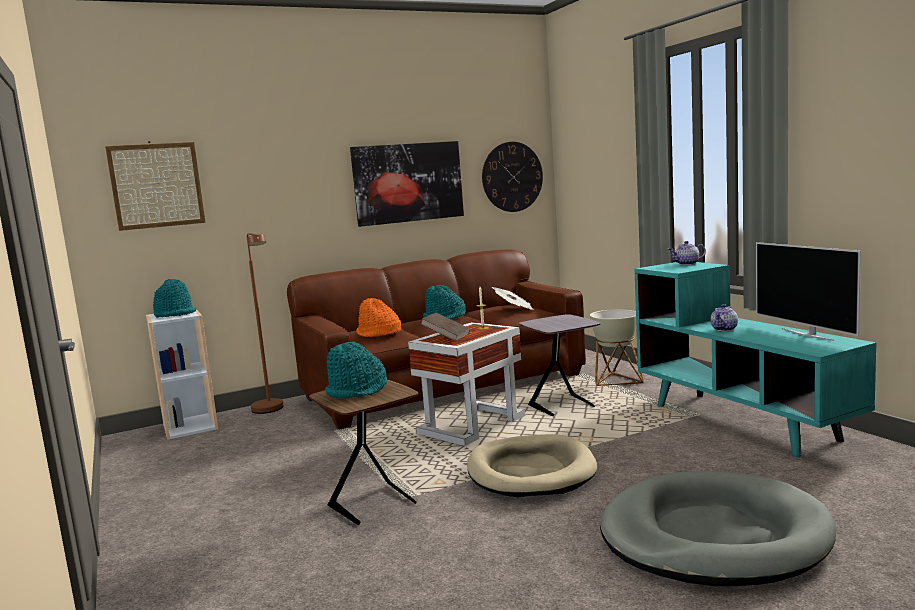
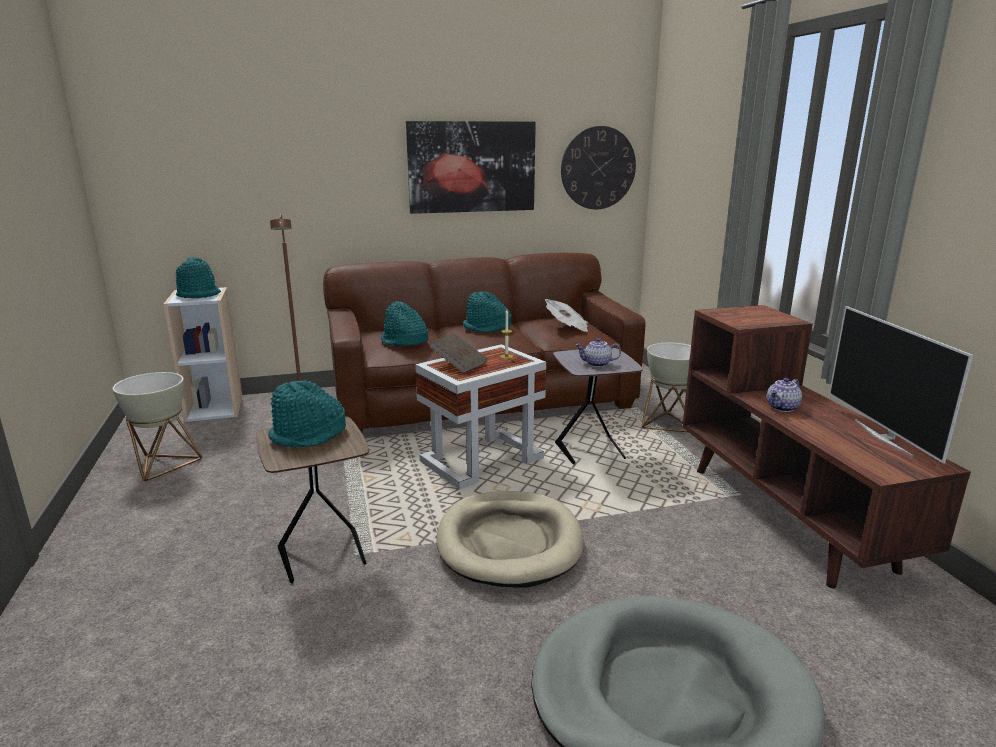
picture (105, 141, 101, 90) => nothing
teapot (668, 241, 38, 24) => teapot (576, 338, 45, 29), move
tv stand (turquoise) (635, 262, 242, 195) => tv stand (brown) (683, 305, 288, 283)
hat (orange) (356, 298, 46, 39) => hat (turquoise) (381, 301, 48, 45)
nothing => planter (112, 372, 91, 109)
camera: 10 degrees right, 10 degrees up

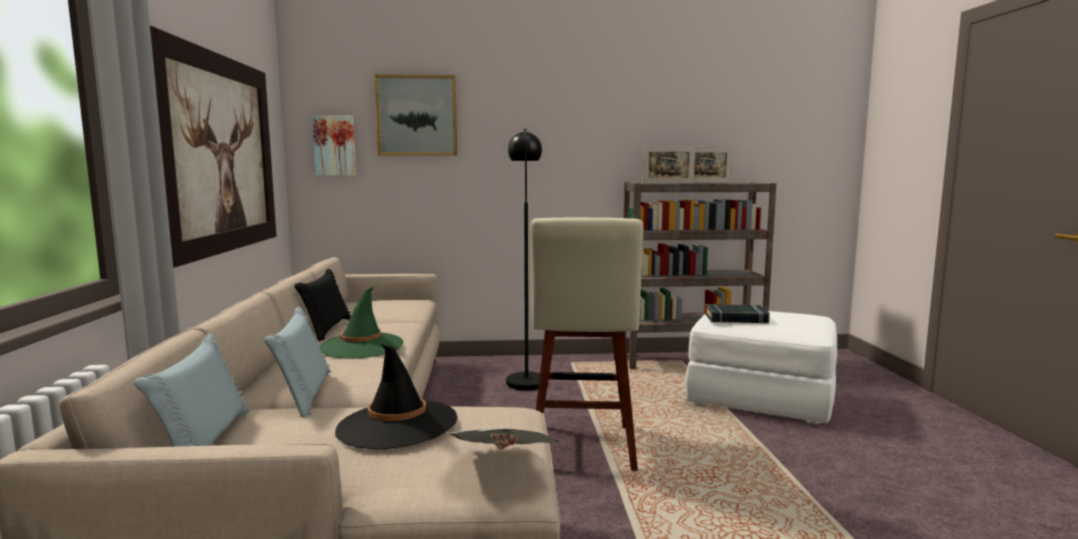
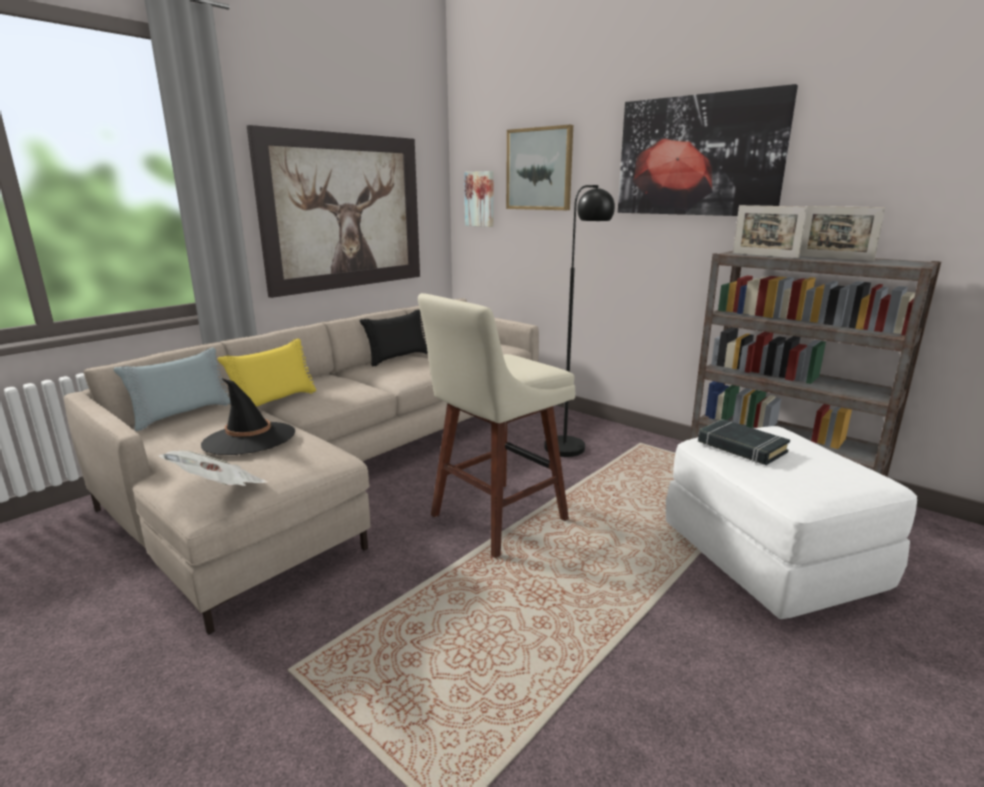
hat (green) (319, 287, 84, 72) => nothing
pillow (blue) (264, 307, 67, 111) => pillow (yellow) (218, 338, 98, 69)
nothing => picture (618, 84, 180, 132)
camera: 45 degrees right, 10 degrees up

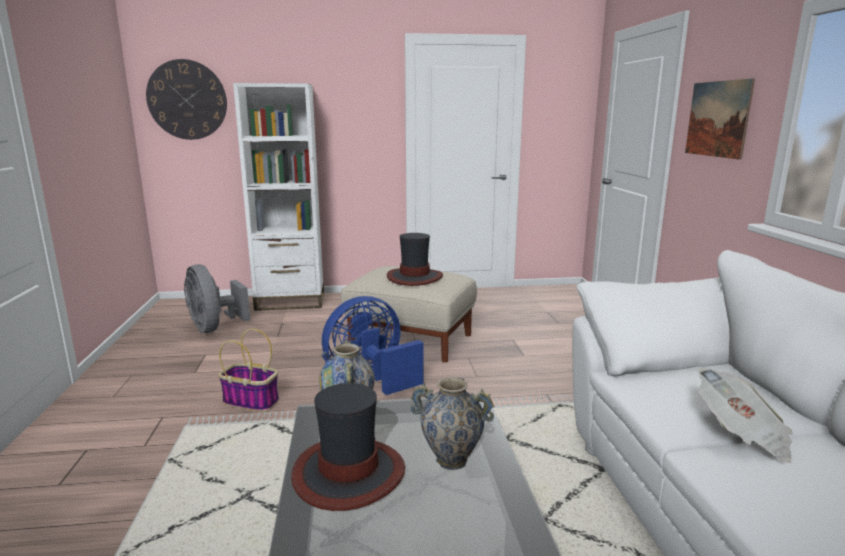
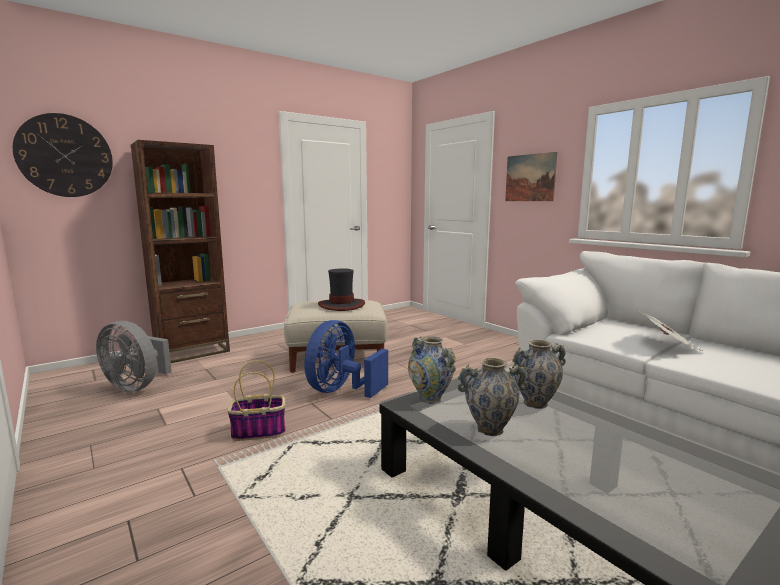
bookcase (white) (233, 83, 91, 228) => bookcase (brown) (131, 140, 99, 223)
hat (291, 383, 114, 128) => vase (458, 358, 70, 78)
camera: 30 degrees left, 5 degrees down

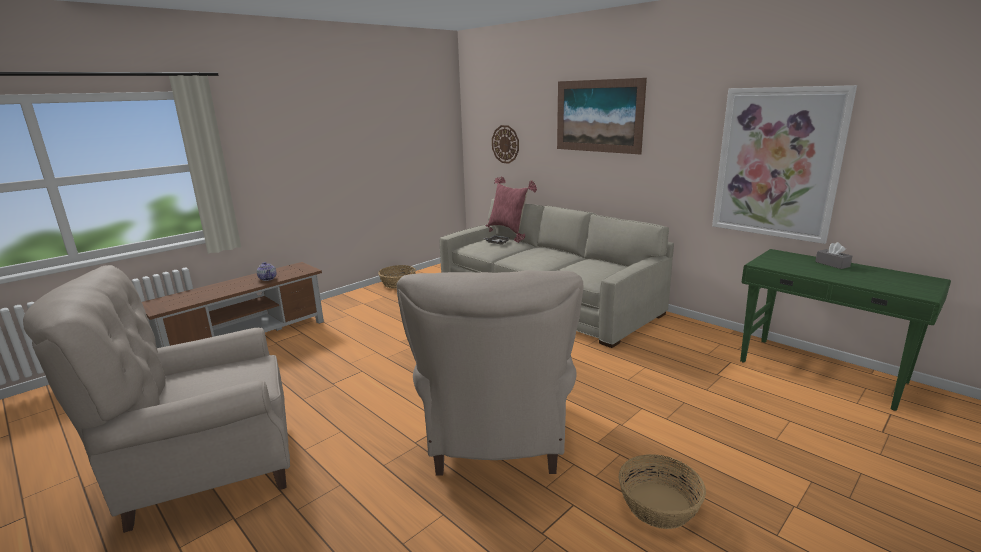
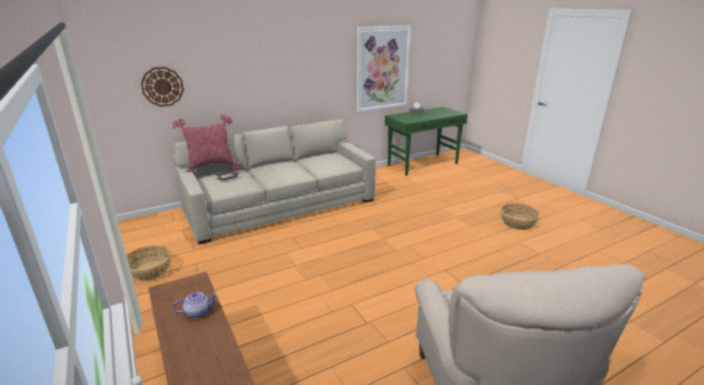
picture (557, 78, 90, 76) => nothing
armchair (beige) (397, 270, 187, 206) => nothing
camera: 75 degrees left, 5 degrees up

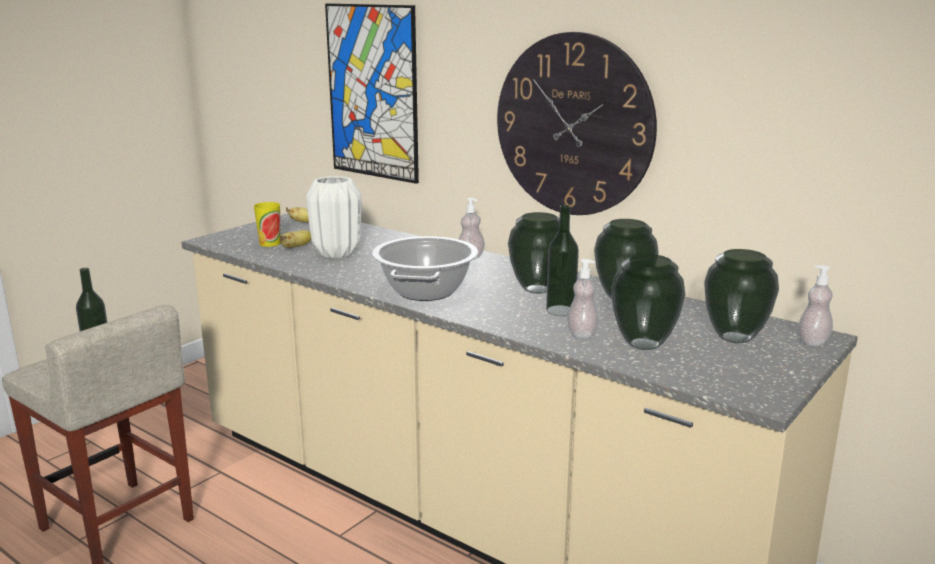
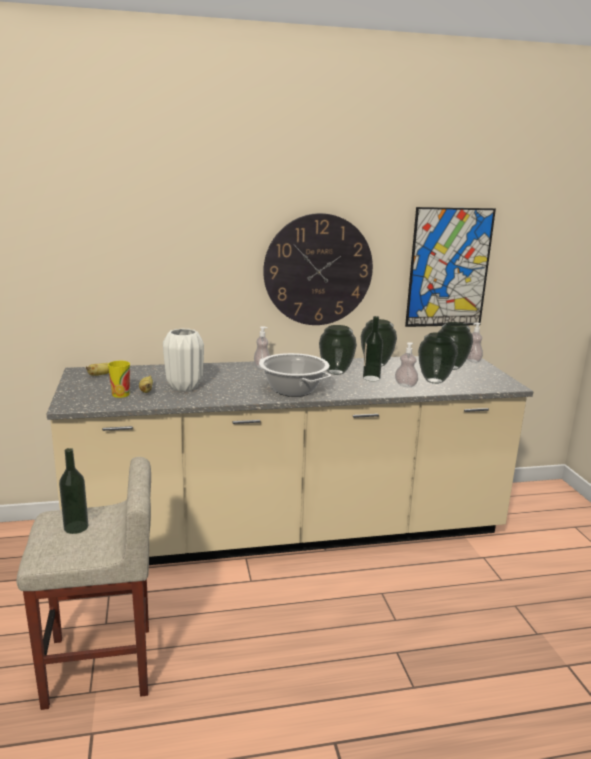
picture (325, 3, 94, 181) => picture (405, 207, 91, 120), move
camera: 50 degrees left, 0 degrees up

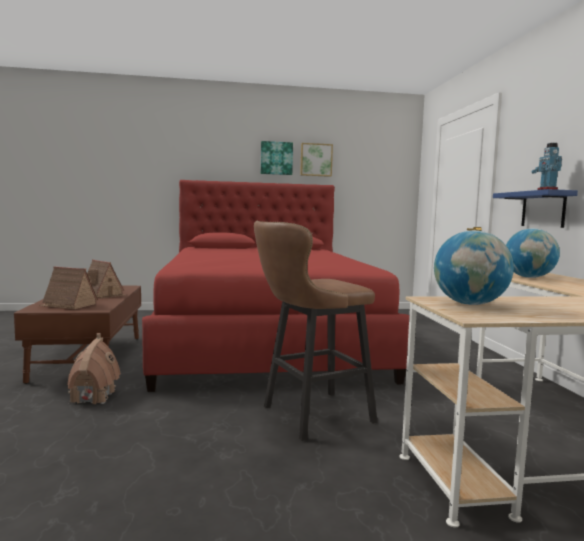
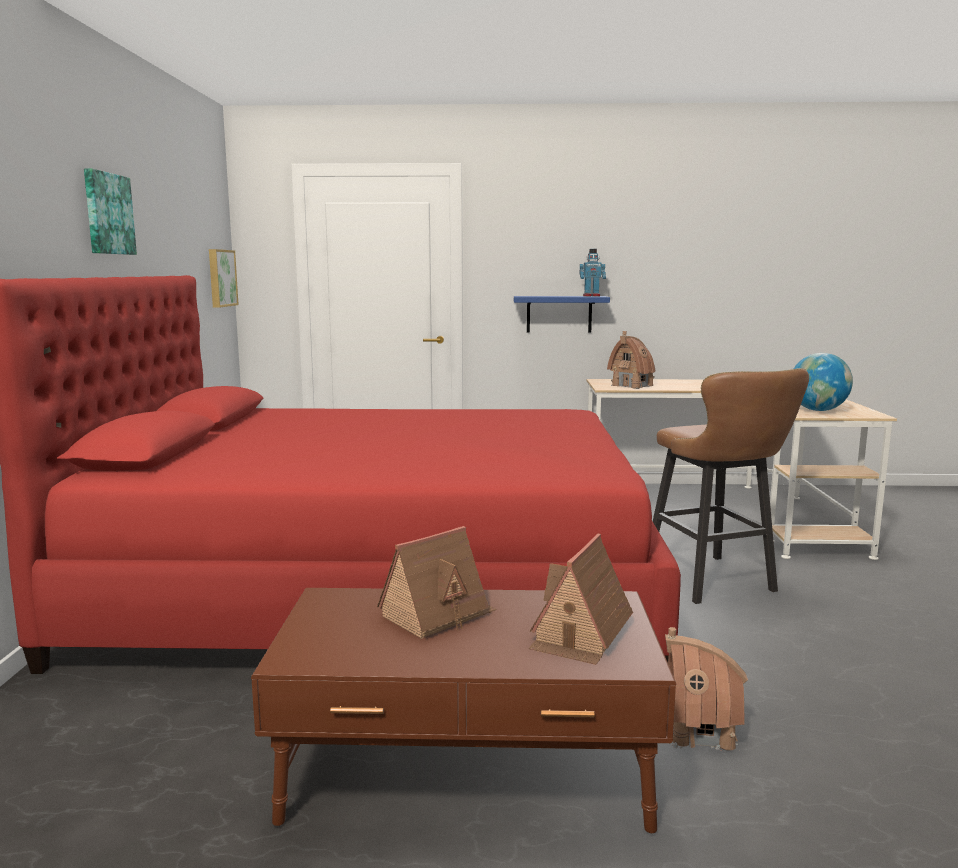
picture (300, 143, 33, 34) => picture (209, 249, 30, 59), move
globe (506, 228, 54, 50) => toy house (607, 331, 49, 58)
camera: 80 degrees left, 5 degrees up

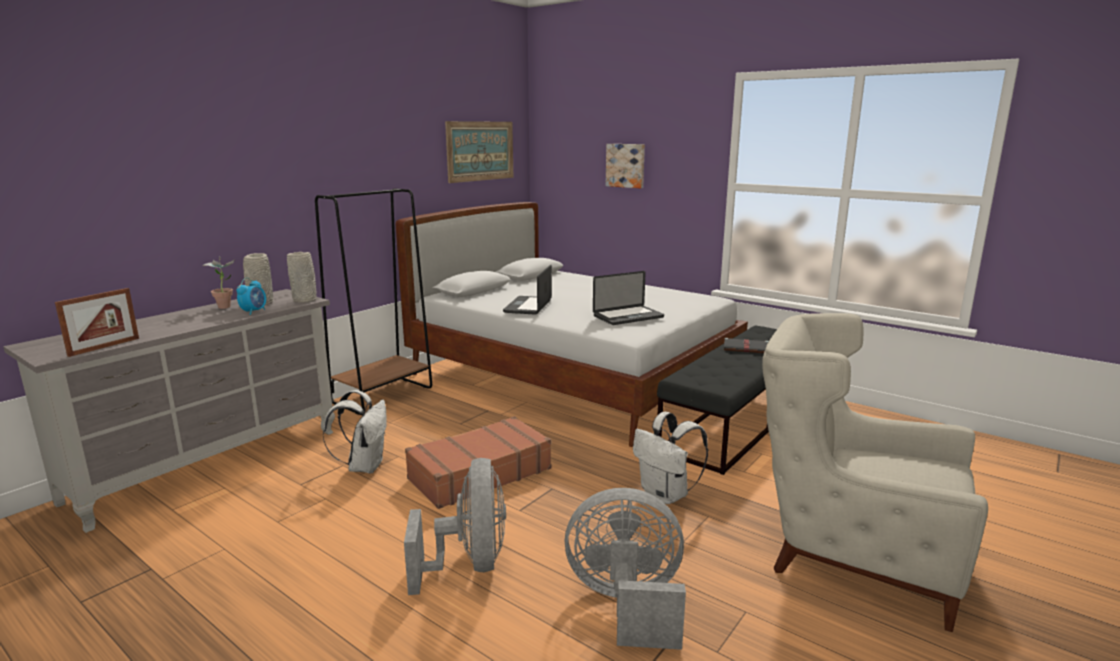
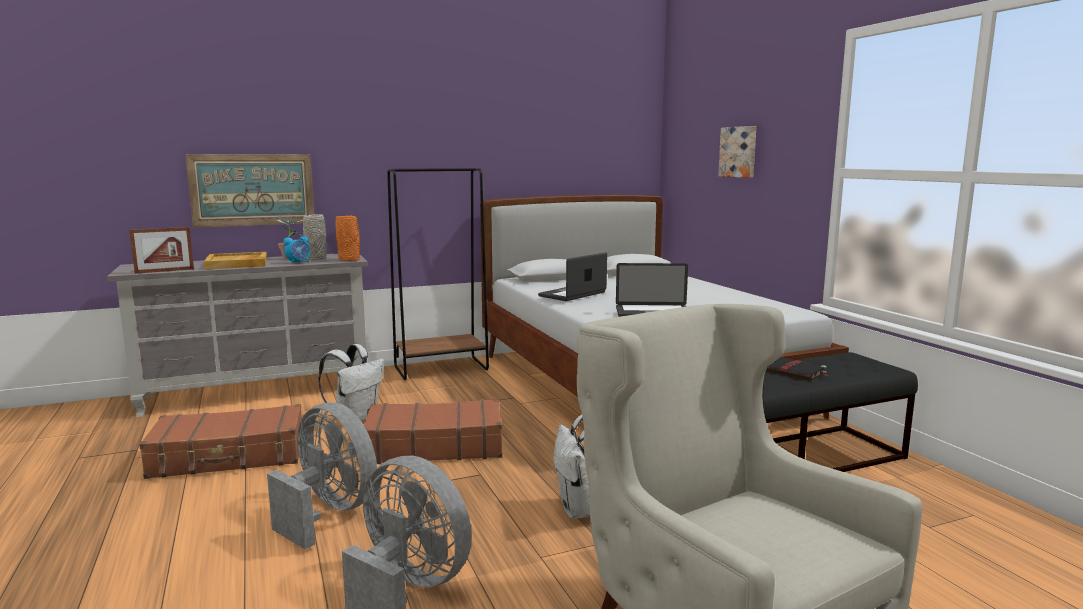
picture (445, 121, 68, 62) => picture (185, 154, 129, 73), move
vase (grey) (287, 252, 29, 51) => vase (orange) (335, 216, 25, 45)
fan (grey) (404, 458, 102, 137) => fan (grey) (267, 402, 110, 147), 75 degrees counterclockwise
nothing => tray (beige) (204, 252, 63, 18)
nothing => suitcase (brown) (139, 404, 163, 75)
camera: 30 degrees right, 5 degrees down

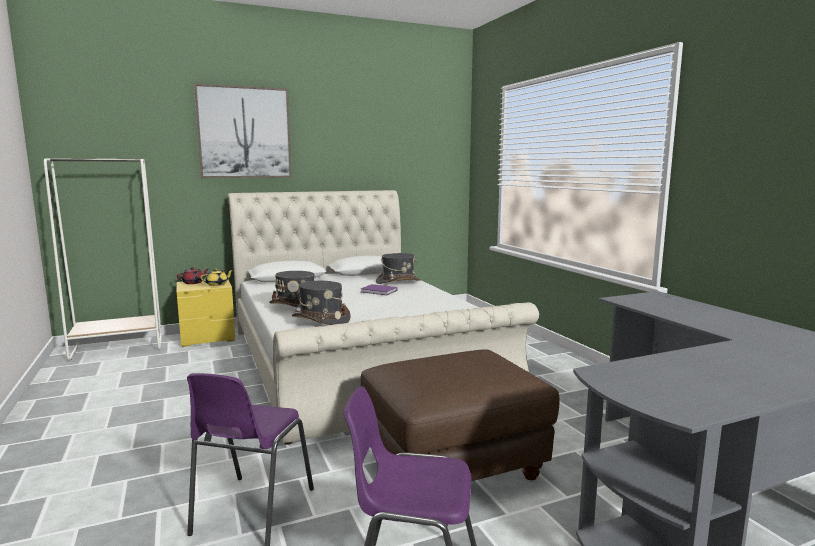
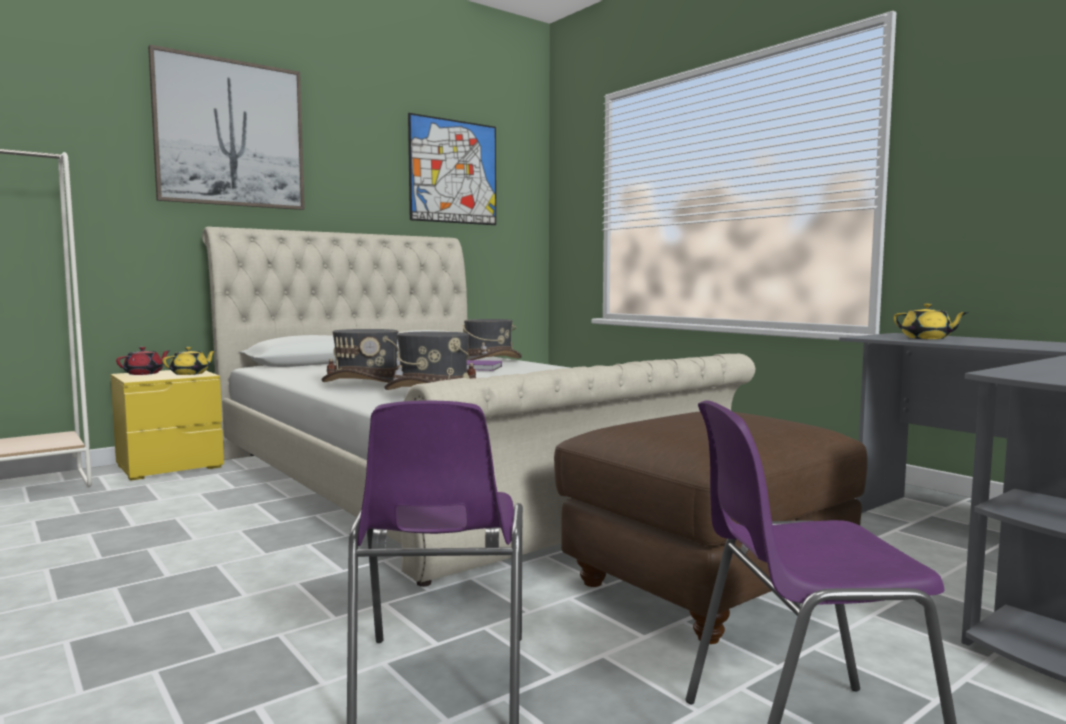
nothing => picture (408, 113, 88, 112)
nothing => teapot (yellow) (893, 304, 76, 35)
camera: 15 degrees left, 5 degrees down

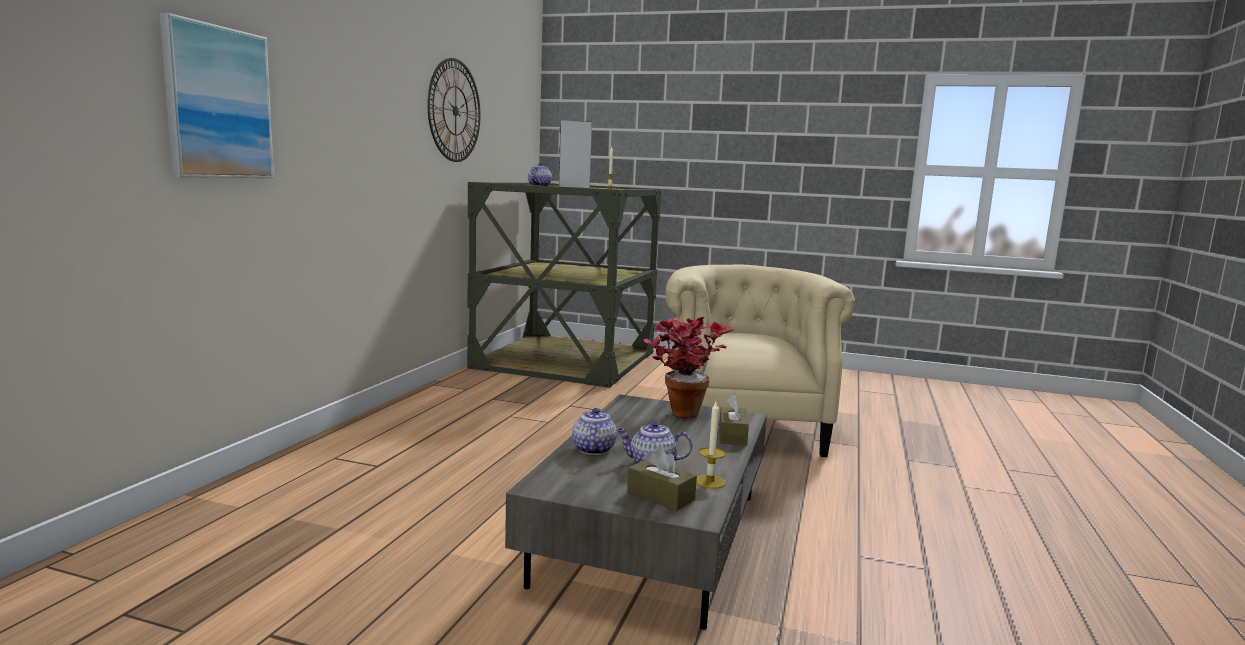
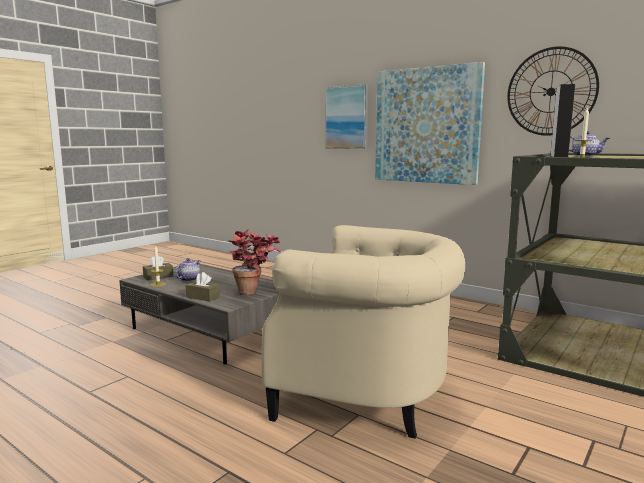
teapot (572, 408, 45, 47) => nothing
nothing => picture (375, 62, 110, 123)
camera: 110 degrees right, 0 degrees up

